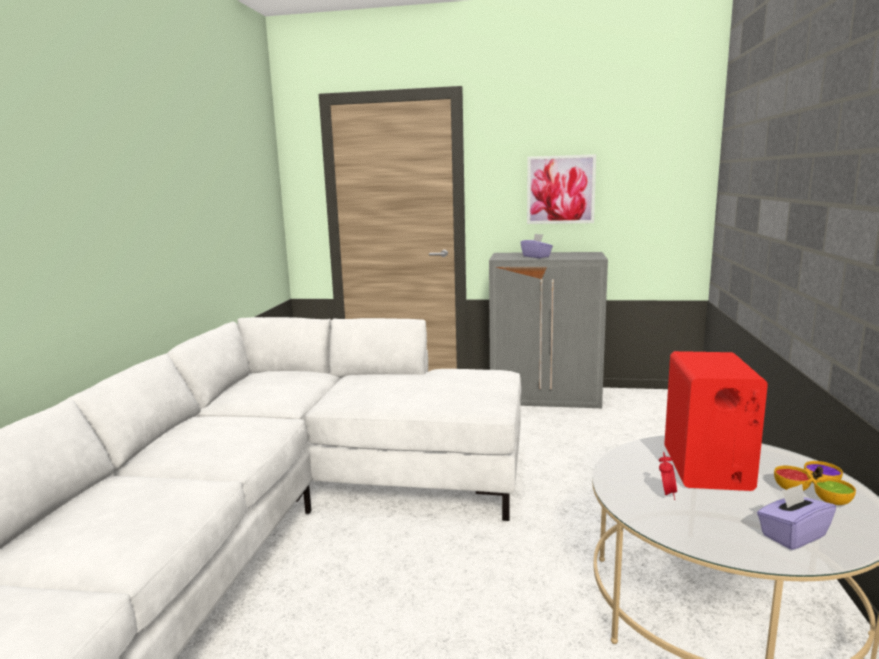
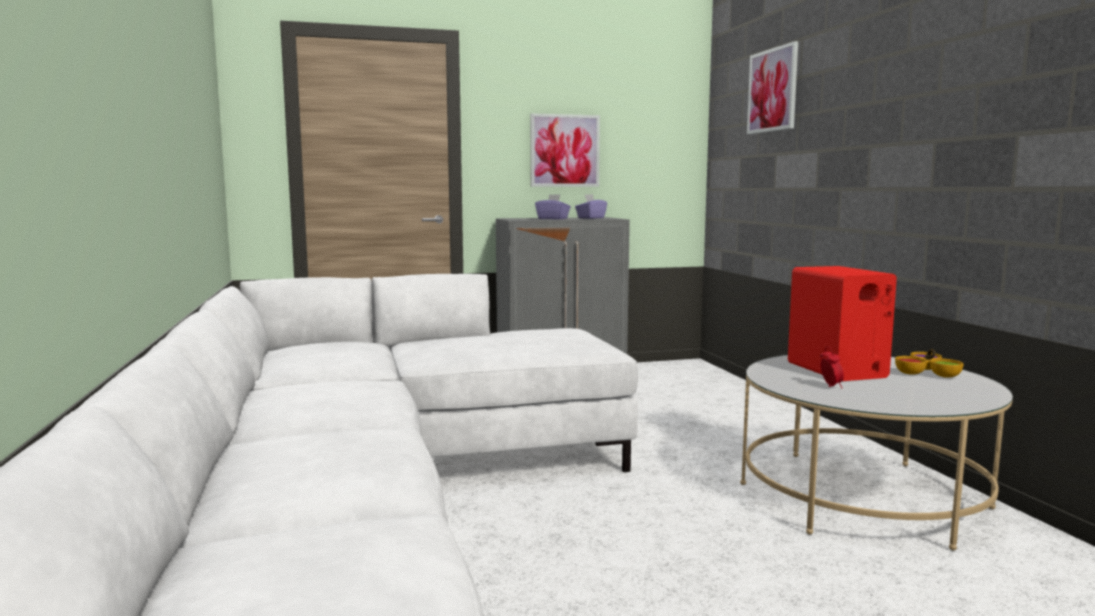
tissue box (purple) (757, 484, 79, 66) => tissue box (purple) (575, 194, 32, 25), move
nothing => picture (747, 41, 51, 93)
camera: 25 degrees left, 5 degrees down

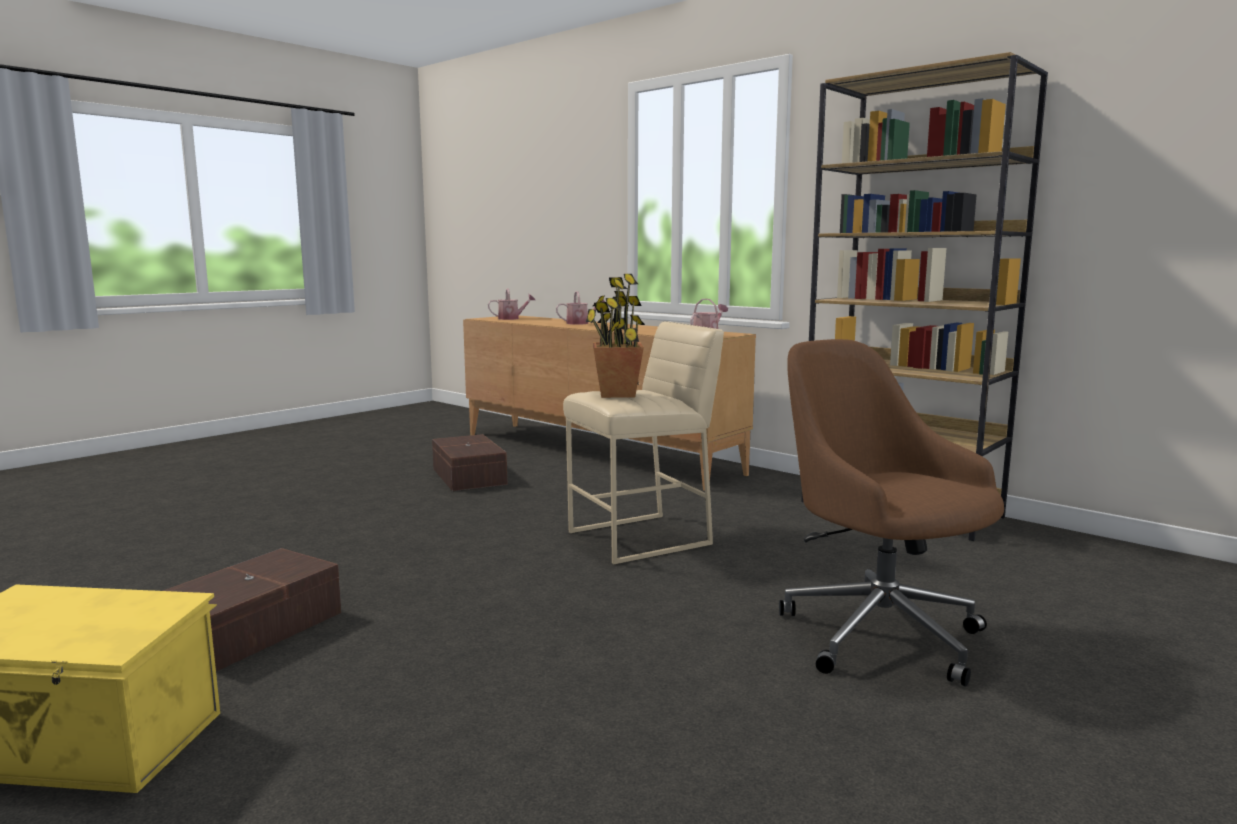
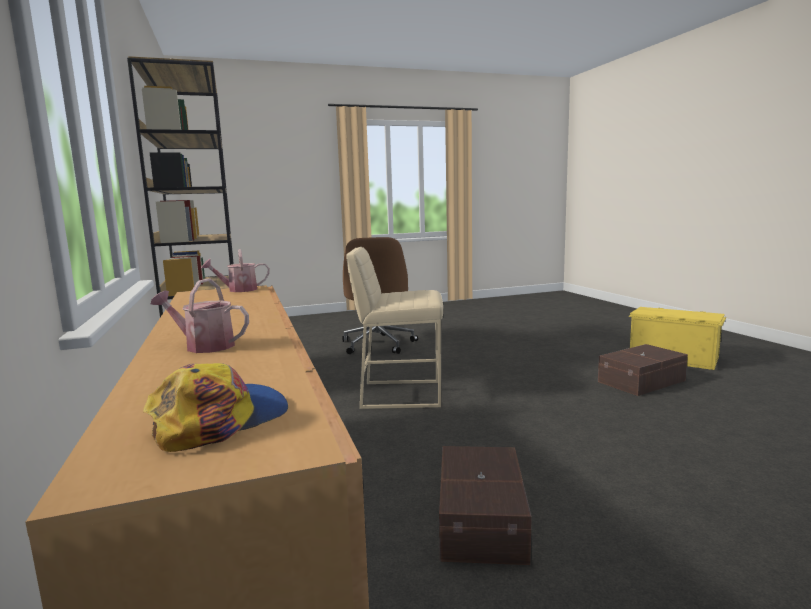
potted plant (586, 274, 59, 124) => nothing
watering can (488, 289, 47, 31) => cap (143, 363, 145, 89)
camera: 150 degrees left, 0 degrees up

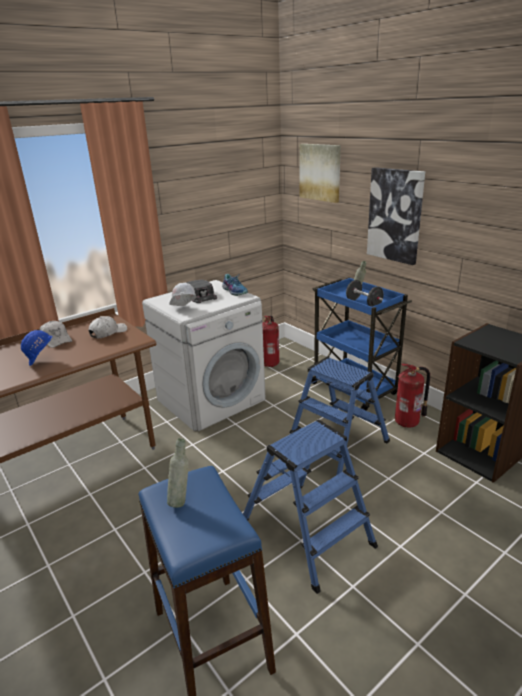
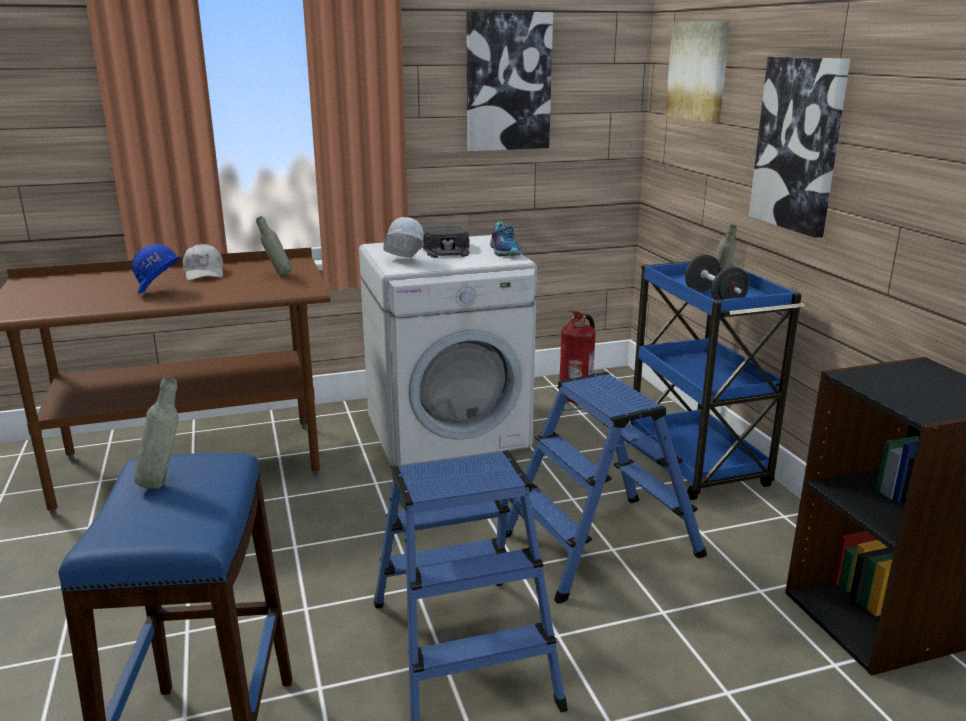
cap (white) (88, 316, 39, 23) => bottle (grey) (256, 216, 36, 60)
fire extinguisher (395, 363, 35, 65) => nothing
nothing => picture (466, 11, 87, 140)
camera: 20 degrees right, 5 degrees down

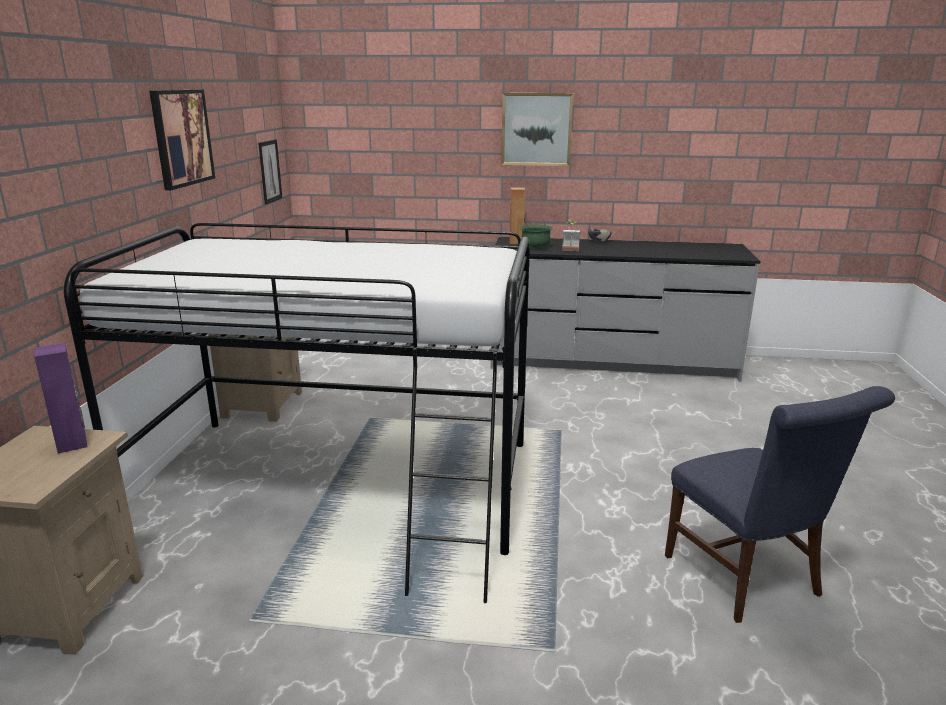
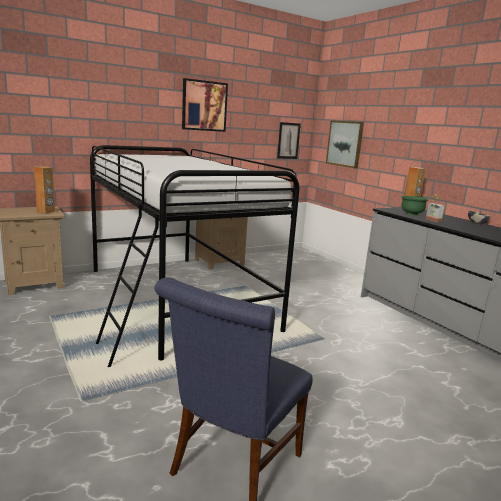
picture (501, 93, 72, 73) => picture (326, 120, 38, 48), move
speaker (purple) (34, 343, 53, 110) => speaker (brown) (34, 166, 21, 48)
camera: 50 degrees right, 5 degrees down

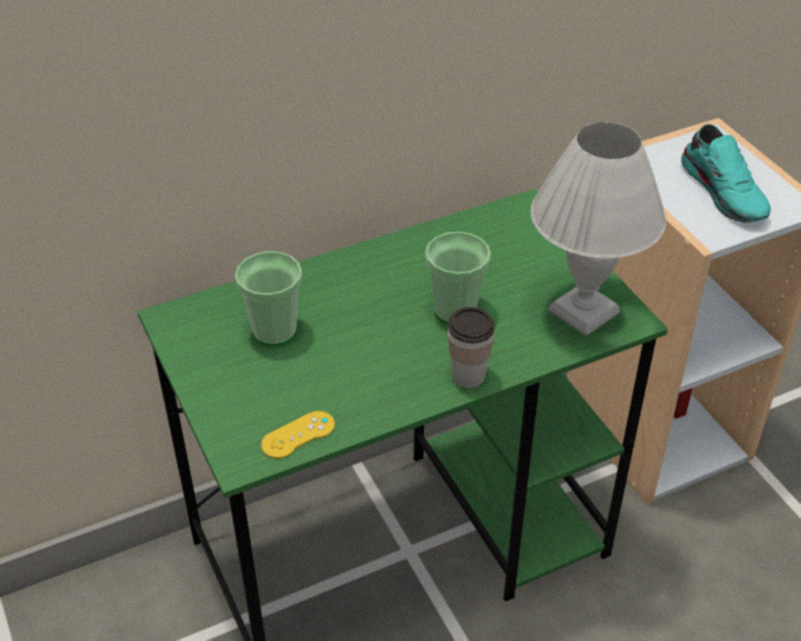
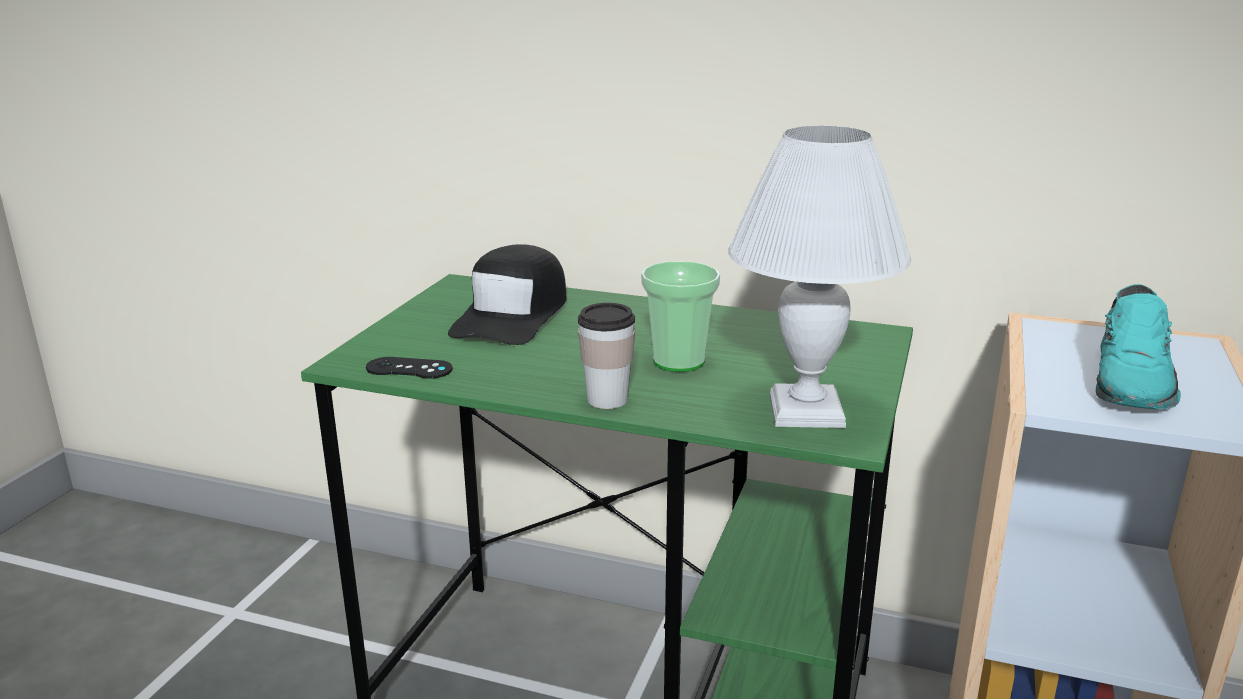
cup (235, 251, 67, 95) => cap (black) (448, 244, 118, 101)
game controller (yellow) (261, 411, 74, 48) => game controller (black) (366, 357, 87, 22)
camera: 45 degrees right, 20 degrees down

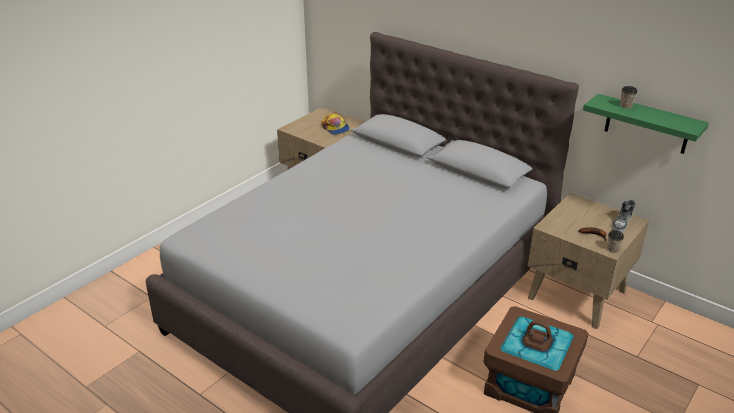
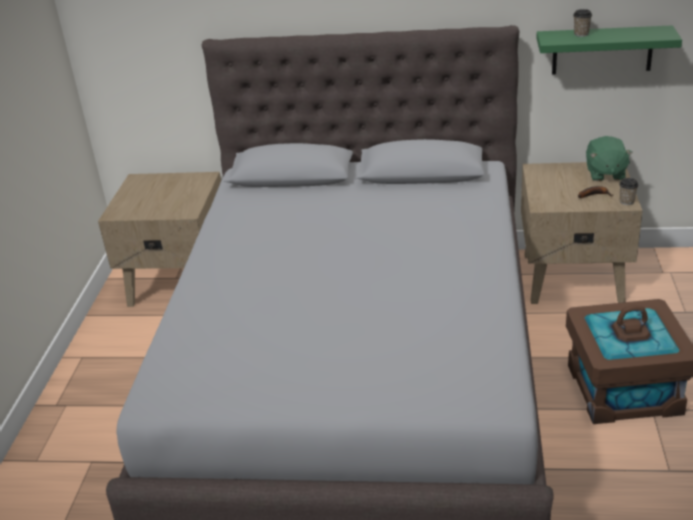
cap (321, 113, 29, 22) => nothing
shoe (612, 200, 23, 32) => plush toy (green) (586, 136, 47, 45)
camera: 30 degrees left, 0 degrees up

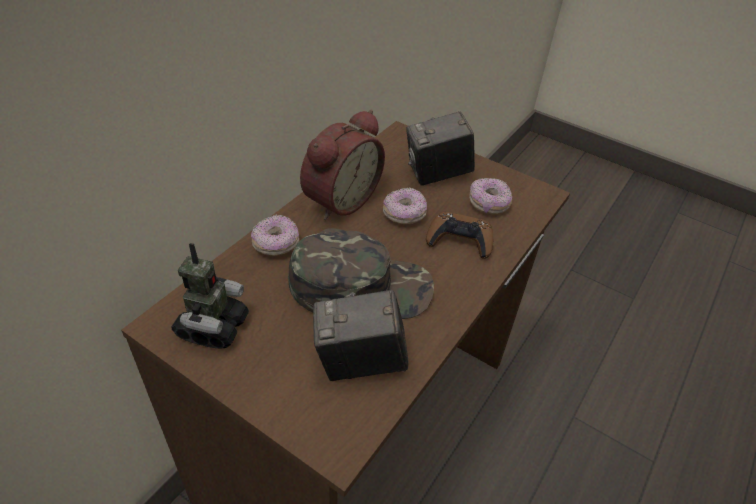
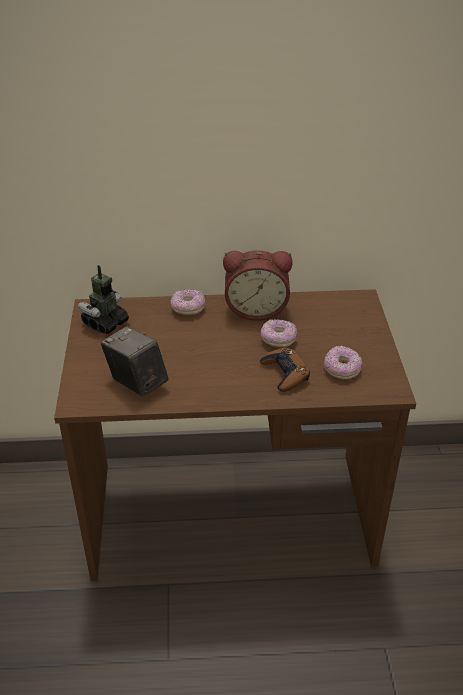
photo camera (406, 111, 69, 75) => nothing
cap (green) (288, 228, 146, 91) => nothing
toy robot (171, 243, 78, 105) => toy robot (78, 265, 51, 69), 150 degrees clockwise
camera: 55 degrees right, 5 degrees down

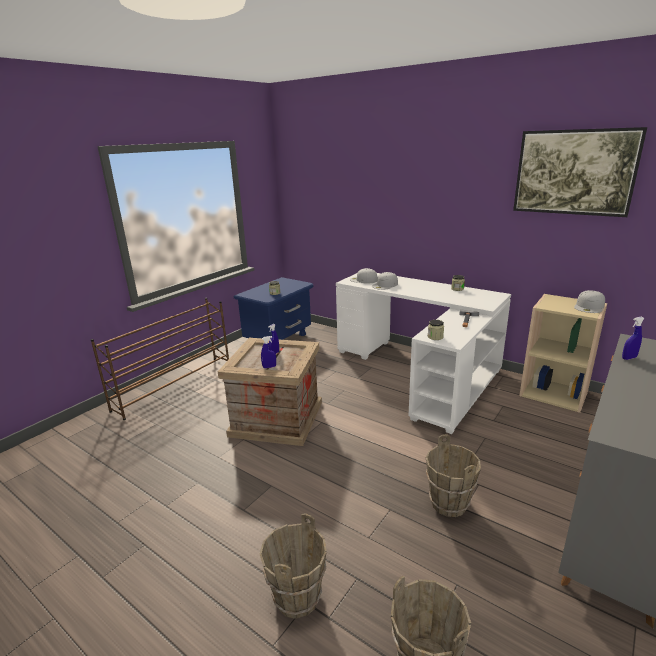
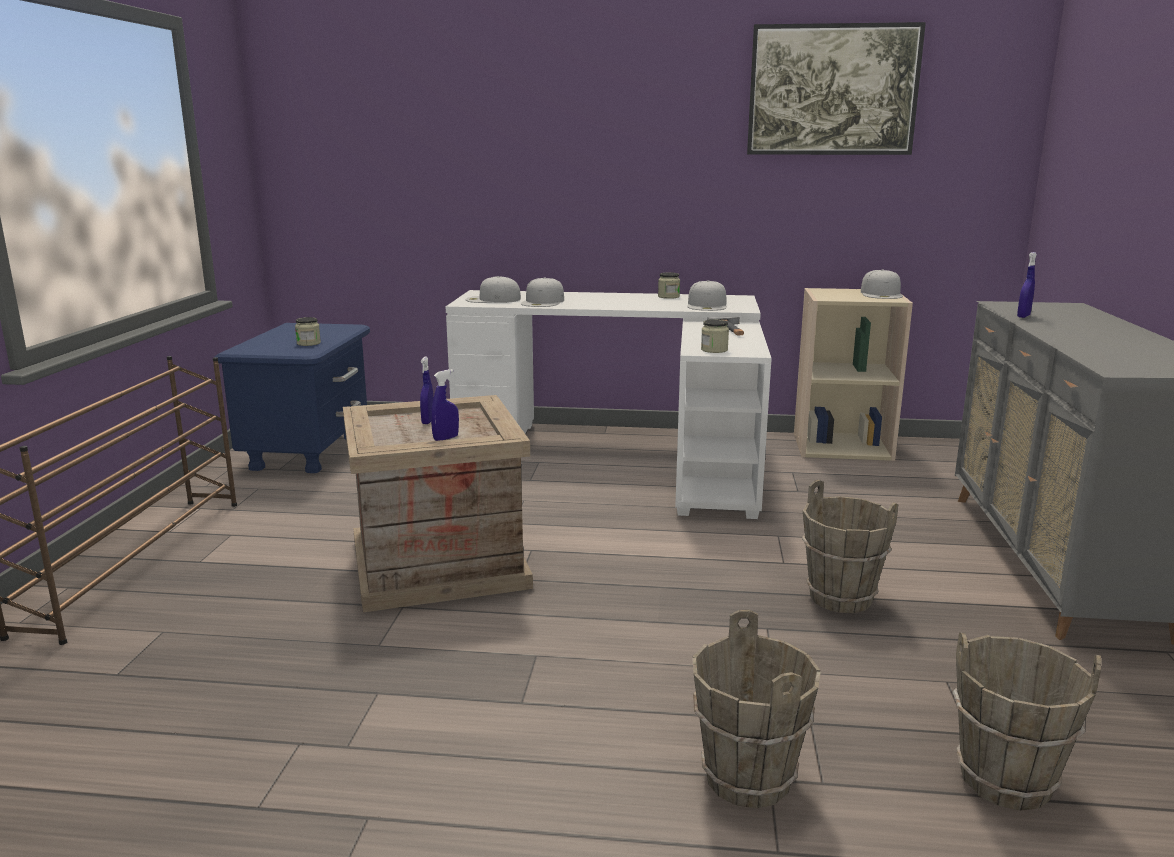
nothing => cap (white) (687, 280, 40, 31)
camera: 30 degrees left, 5 degrees down

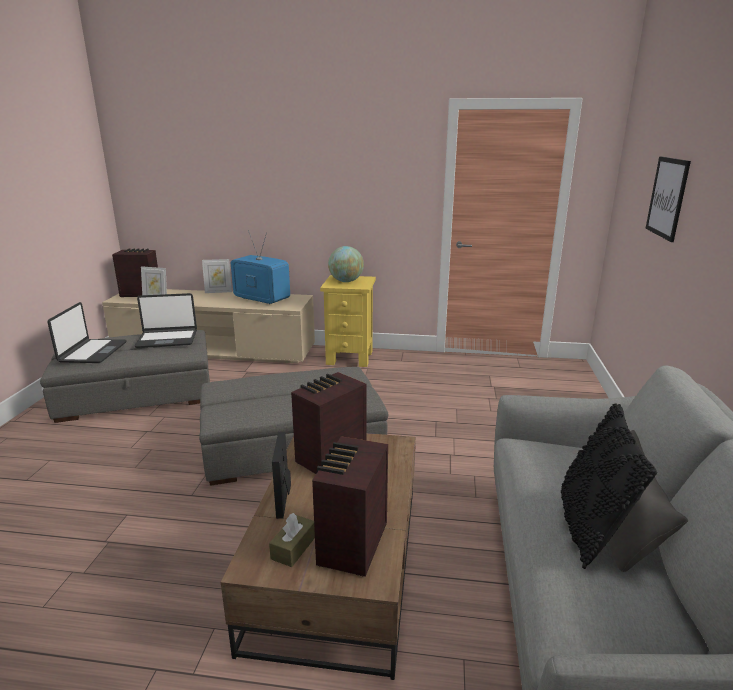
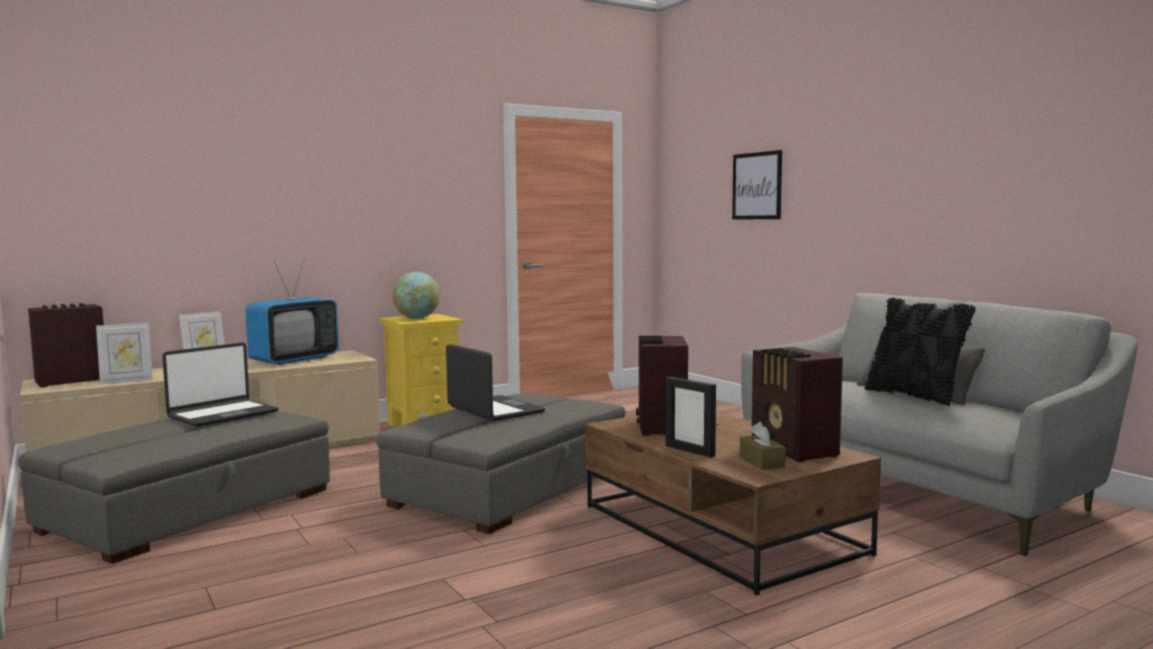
television (231, 230, 59, 74) => television (245, 259, 94, 106), 135 degrees clockwise
laptop (47, 302, 80, 61) => laptop (446, 344, 99, 77), move
camera: 40 degrees left, 15 degrees down

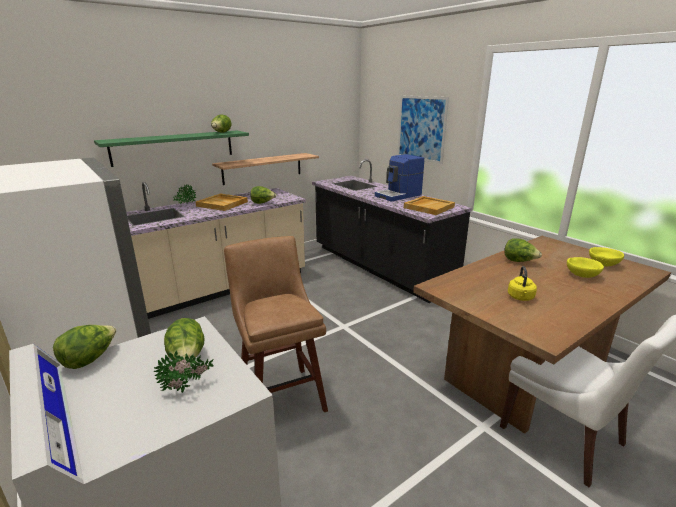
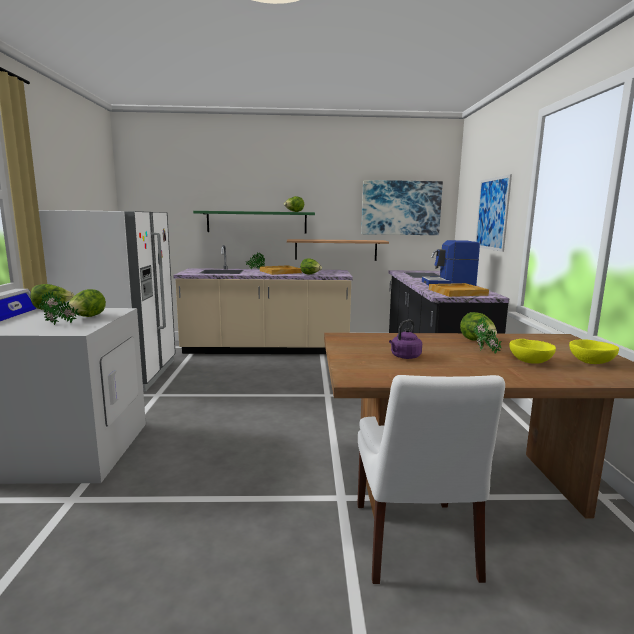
stool (brown) (224, 236, 104, 176) => nothing
kettle (yellow) (508, 266, 29, 35) => kettle (purple) (389, 320, 33, 39)
nothing => picture (361, 180, 82, 55)
nothing => potted plant (473, 316, 29, 38)
camera: 35 degrees right, 10 degrees down

